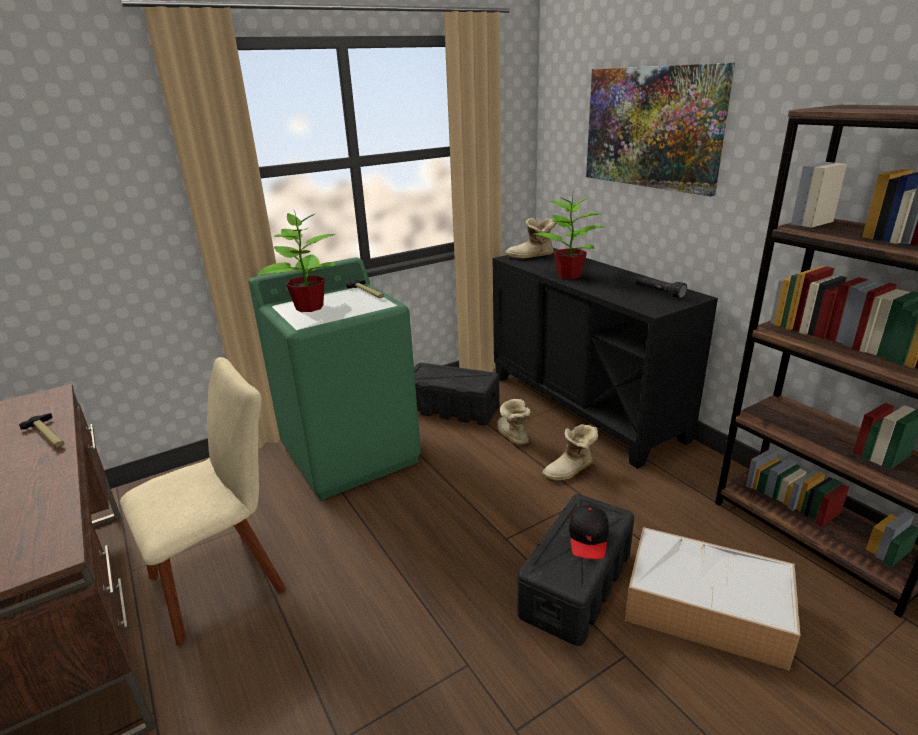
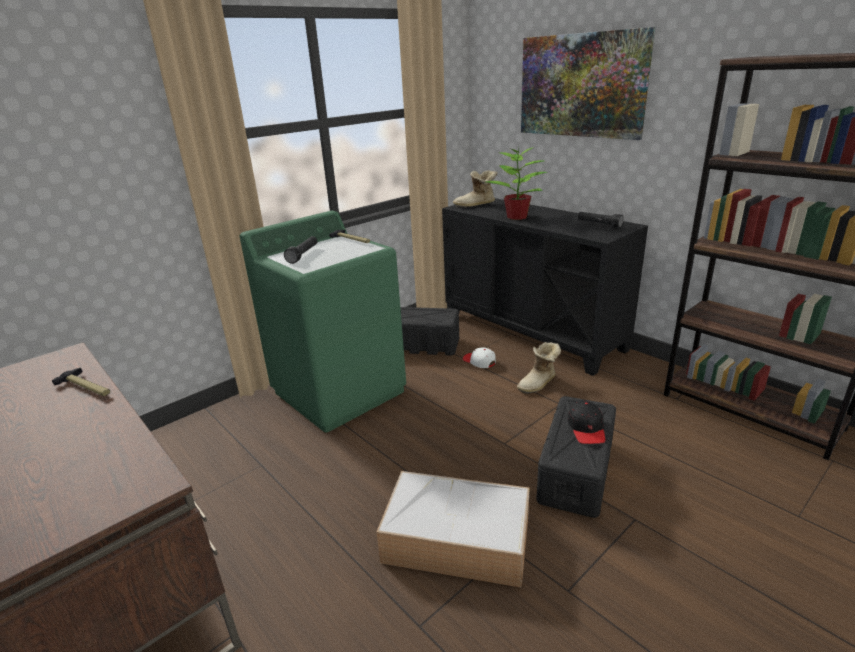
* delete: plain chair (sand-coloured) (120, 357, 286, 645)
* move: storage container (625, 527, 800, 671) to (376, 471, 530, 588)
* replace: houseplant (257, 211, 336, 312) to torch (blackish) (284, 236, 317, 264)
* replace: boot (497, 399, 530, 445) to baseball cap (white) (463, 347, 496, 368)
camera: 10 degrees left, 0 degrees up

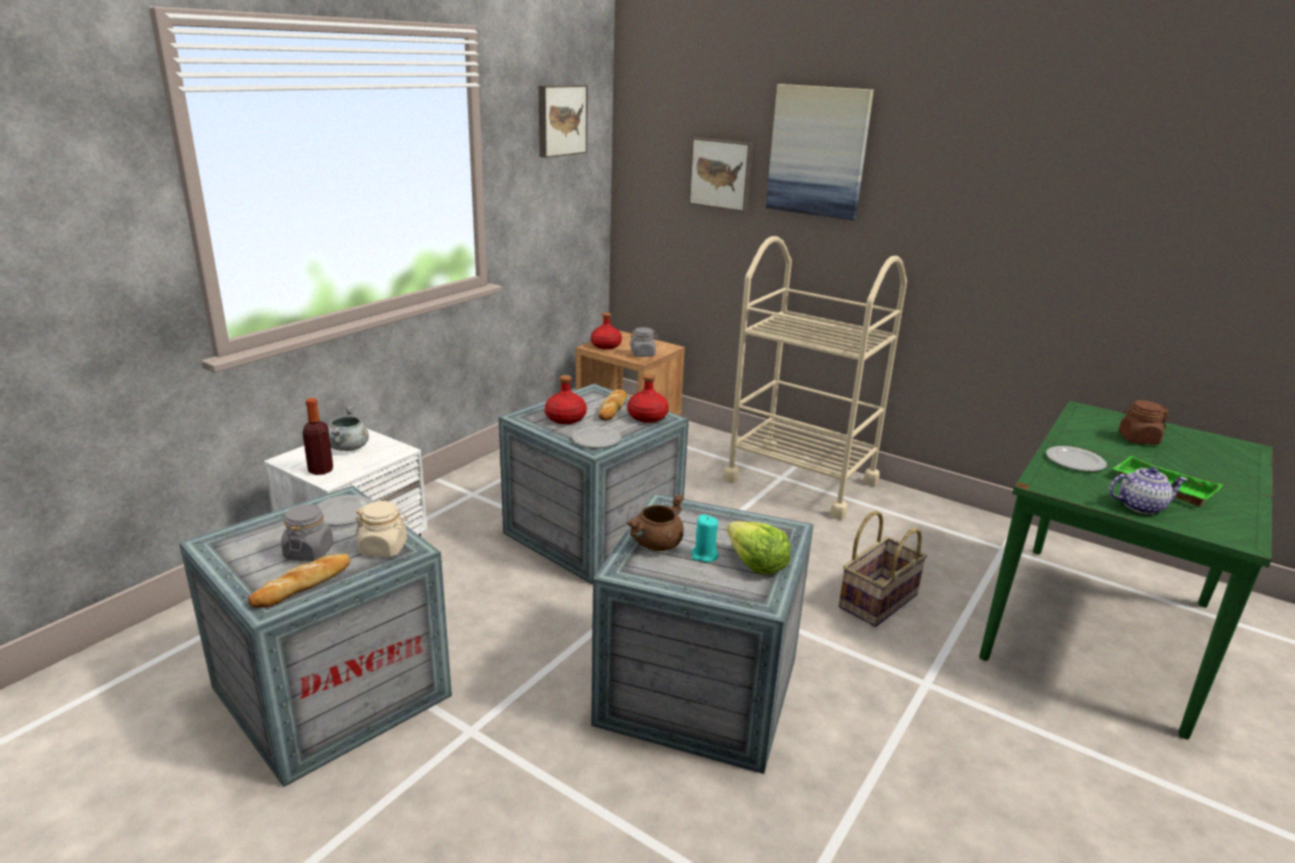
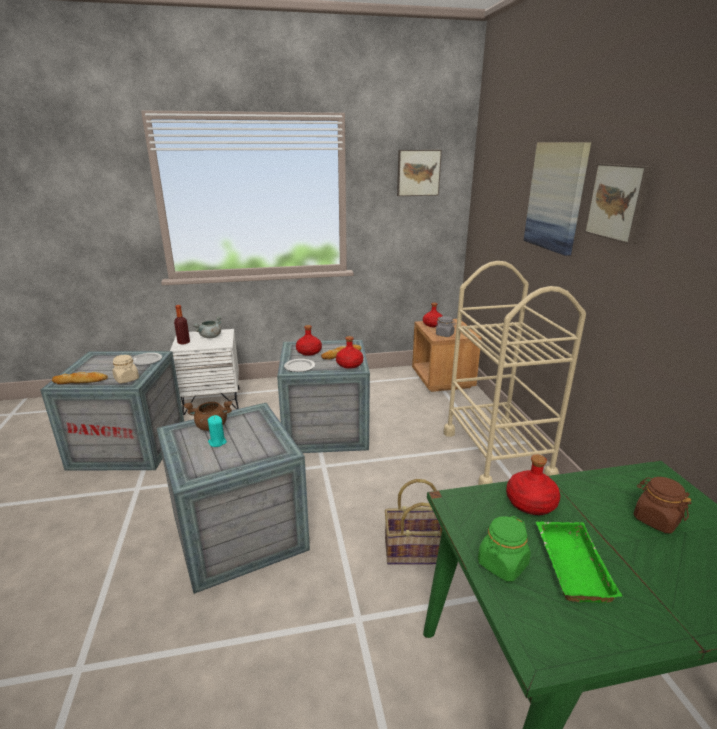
* delete: preserve jar (grey) (281, 504, 334, 561)
* delete: lettuce (726, 521, 791, 574)
* move: picture (689, 137, 753, 212) to (584, 163, 654, 244)
* replace: dinner plate (1046, 446, 1107, 472) to beverage bottle (red) (506, 454, 560, 515)
* replace: teapot (1109, 467, 1188, 514) to preserve jar (green-coloured) (478, 516, 531, 582)
camera: 45 degrees right, 0 degrees up

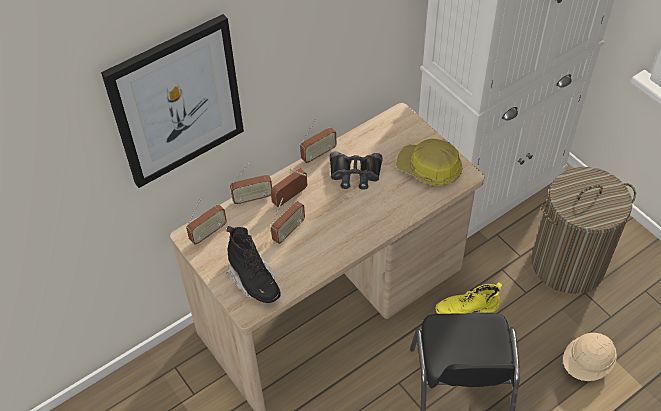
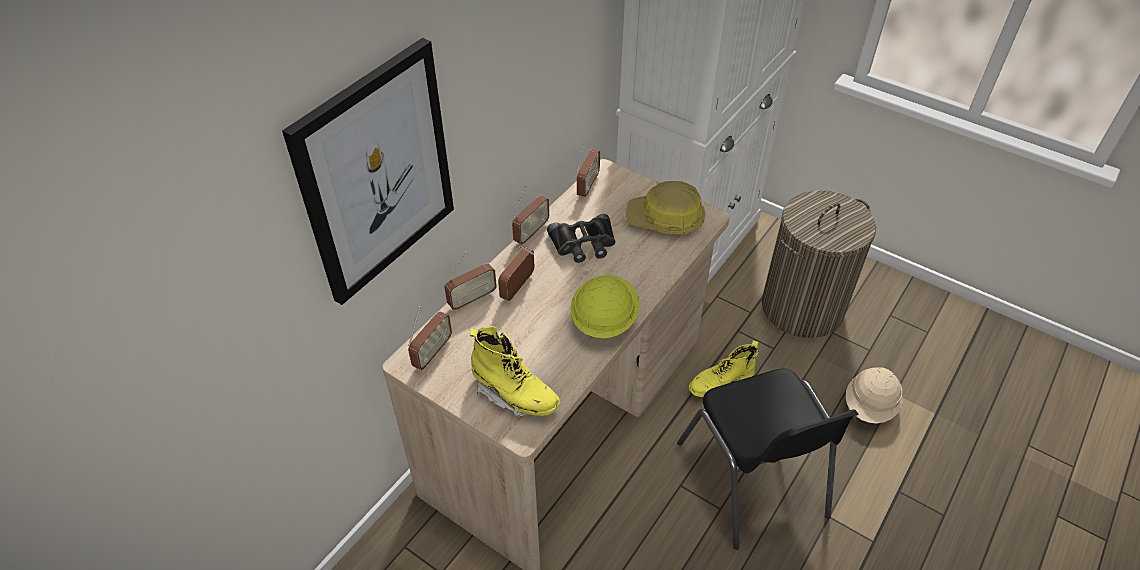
* insert: hard hat (yellowish) (570, 275, 640, 338)
* move: radio (271, 198, 305, 244) to (576, 140, 600, 197)
* recolor: boot (blackish) (226, 226, 281, 303) to boot (yellowish) (470, 326, 560, 417)
camera: 20 degrees left, 5 degrees down

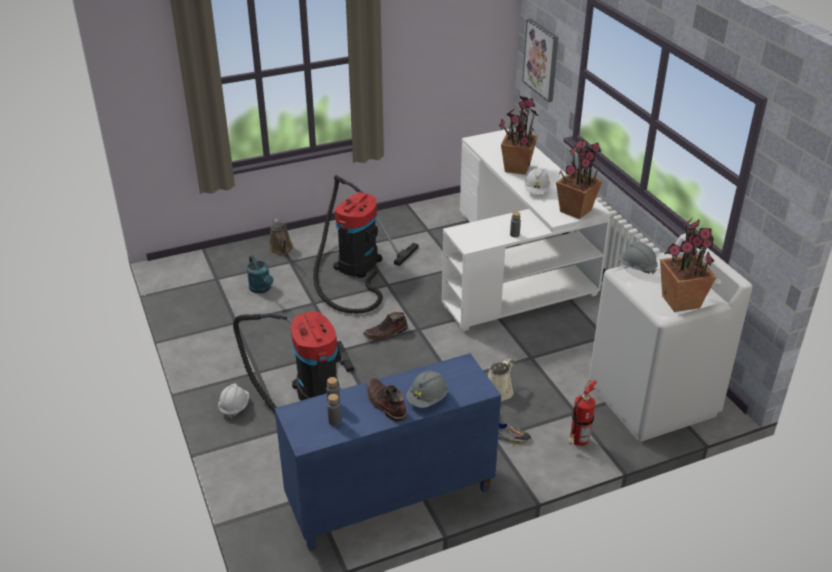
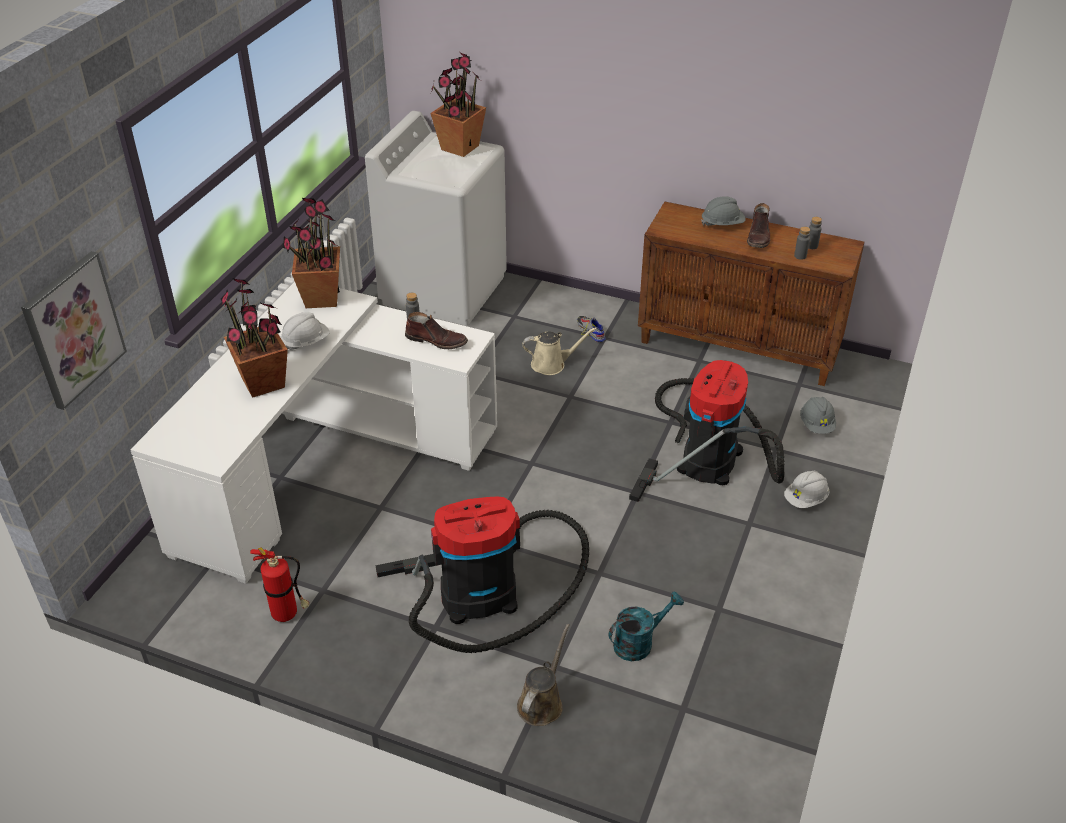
* move: boot (brownish) (363, 312, 408, 340) to (405, 312, 468, 349)
* move: extinguisher (568, 380, 597, 446) to (250, 547, 310, 622)
* move: hard hat (grey) (617, 242, 658, 274) to (800, 397, 836, 434)
* recolor: cupboard (blue) (274, 353, 501, 551) to cupboard (brownish) (638, 202, 864, 386)
* rotate: watering pot (turquoise-coloured) (247, 255, 273, 293) = (608, 592, 684, 661) 45 degrees clockwise
camera: 135 degrees left, 5 degrees up

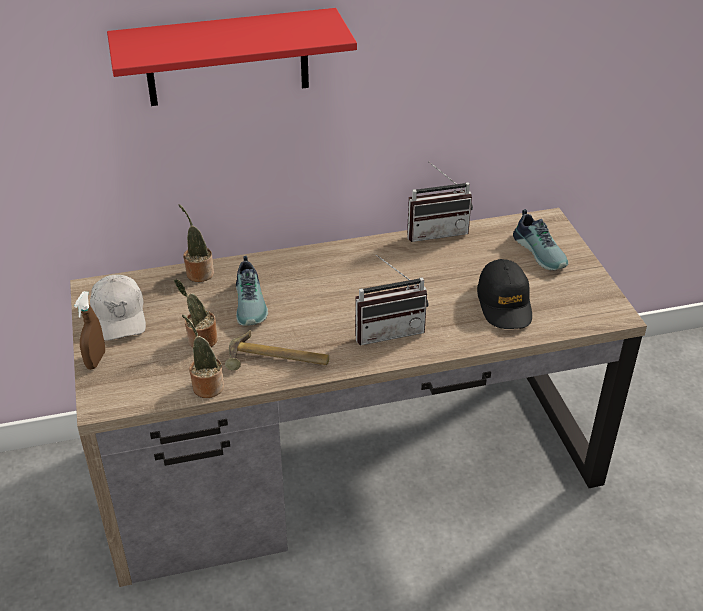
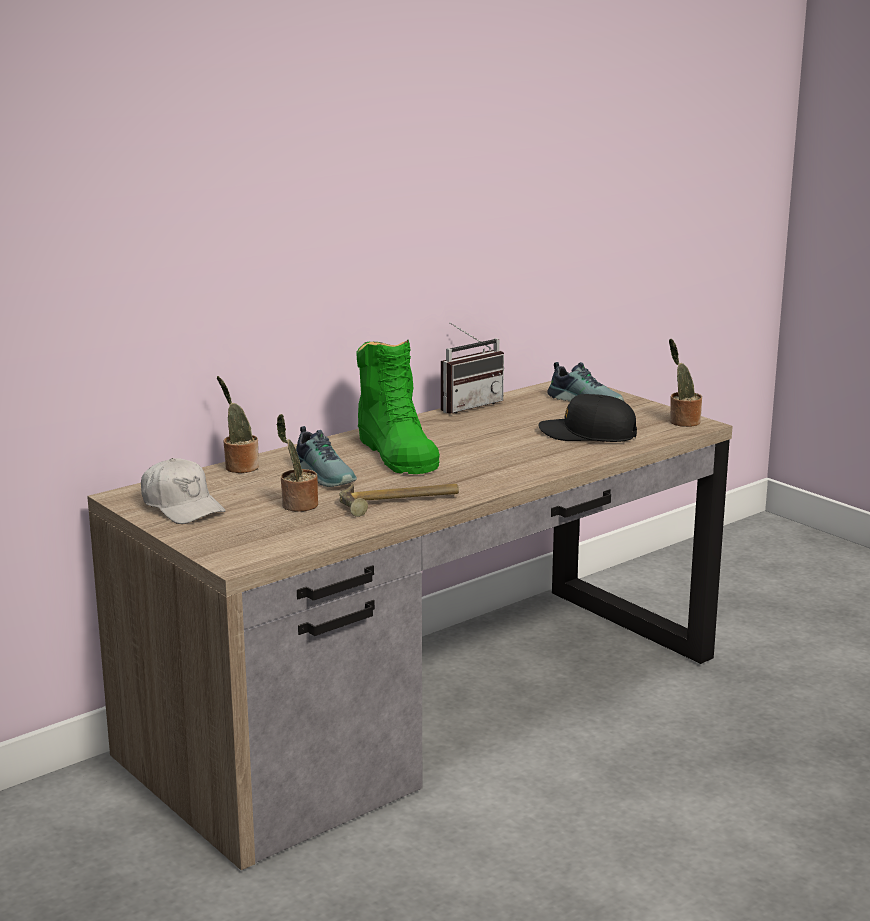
* delete: hand sprayer (brownish) (74, 291, 105, 370)
* delete: wall shelf (red) (107, 8, 357, 106)
* delete: radio (355, 255, 428, 345)
* insert: boot (green-coloured) (356, 340, 440, 474)
* move: houseplant (182, 314, 224, 398) to (669, 339, 702, 427)
* rotate: baseball cap (blackish) (477, 259, 532, 329) = (539, 394, 637, 442) 135 degrees clockwise
camera: 25 degrees left, 20 degrees down

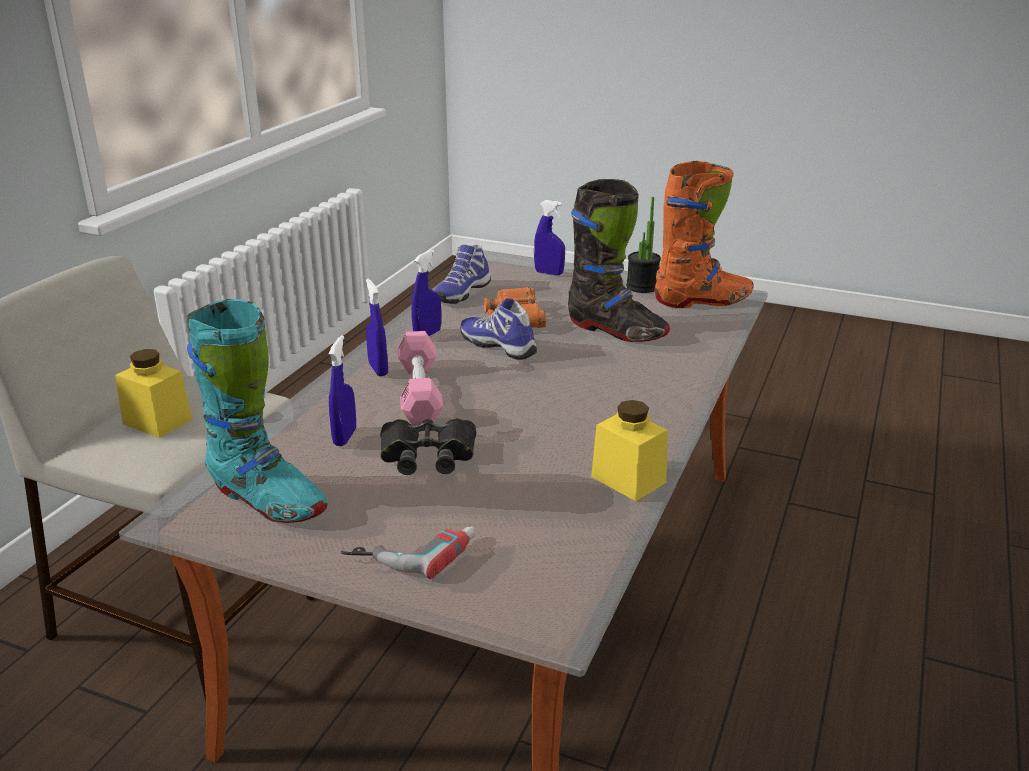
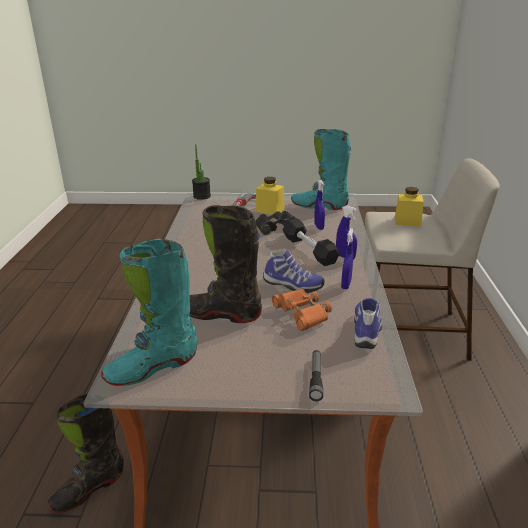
* insert: boot (blackish) (47, 393, 124, 513)
* move: preserve jar (yellowish) (591, 400, 668, 501) to (255, 177, 284, 215)
* move: houseplant (626, 197, 661, 293) to (192, 144, 211, 200)
* replace: hand sprayer (blue) (534, 200, 565, 275) to torch (309, 350, 323, 401)
* recolor: free weight (pinkish) (398, 331, 443, 426) to free weight (blackish) (283, 218, 339, 266)
* recolor: boot (orange) (655, 161, 754, 308) to boot (turquoise-coloured) (101, 239, 198, 386)
camera: 160 degrees right, 0 degrees up

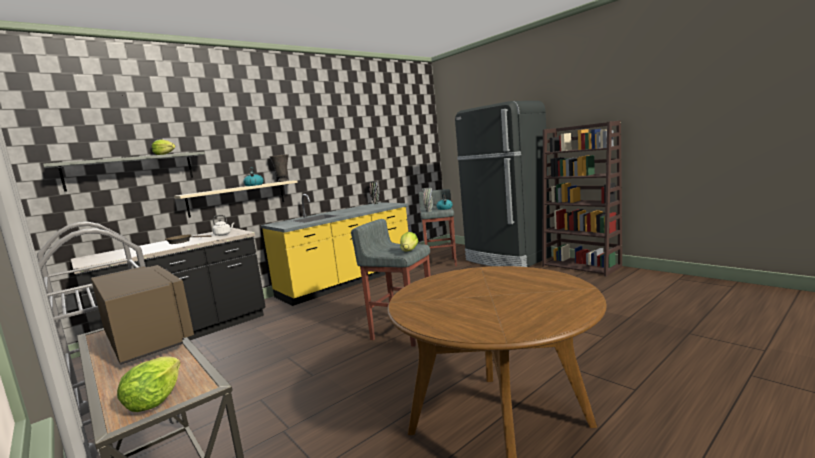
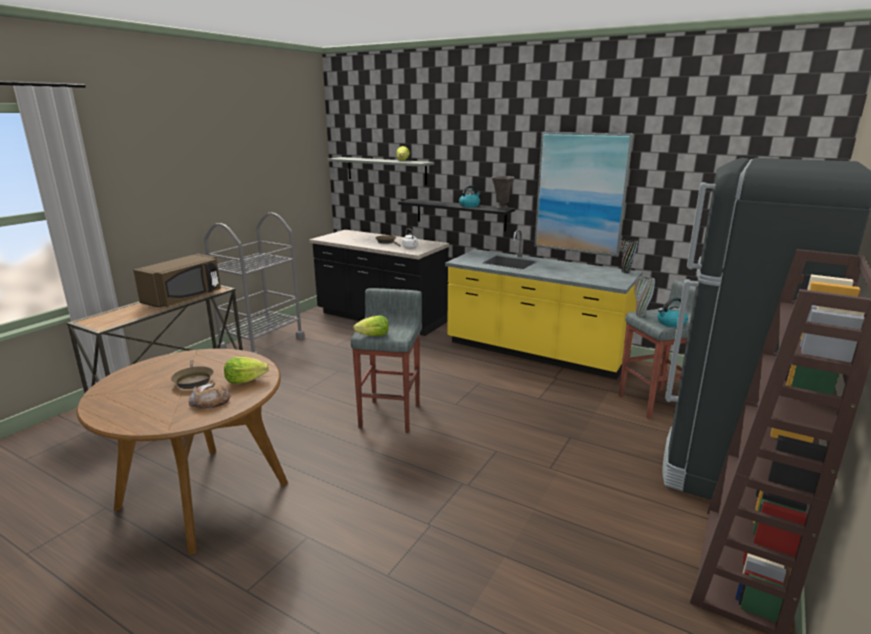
* insert: pan (brownish) (171, 360, 213, 389)
* insert: baked bread (189, 382, 232, 410)
* insert: picture (534, 132, 633, 257)
* move: lettuce (117, 356, 180, 412) to (224, 357, 269, 384)
* recolor: wall shelf (sand-coloured) (174, 180, 298, 218) to wall shelf (blackish) (398, 199, 516, 232)
camera: 70 degrees right, 10 degrees up

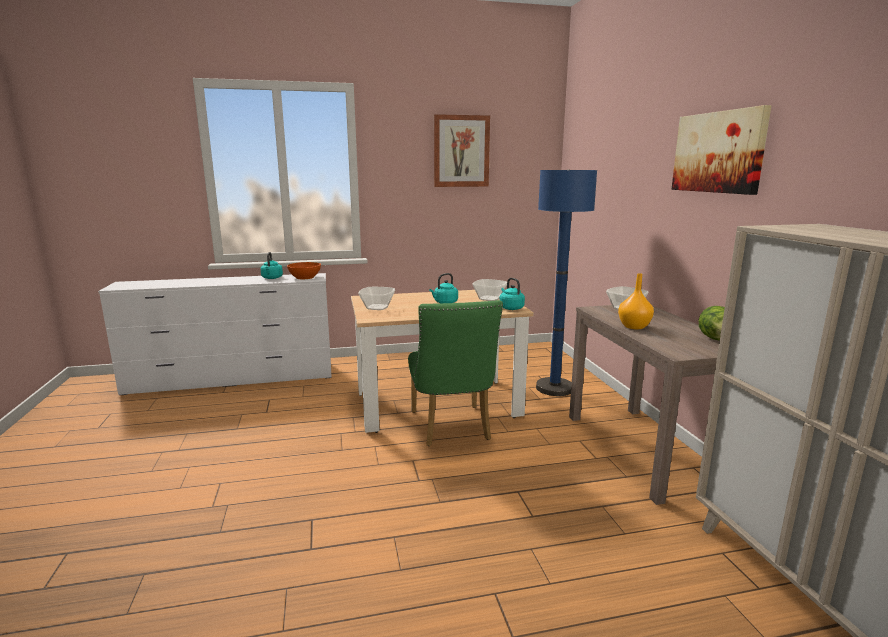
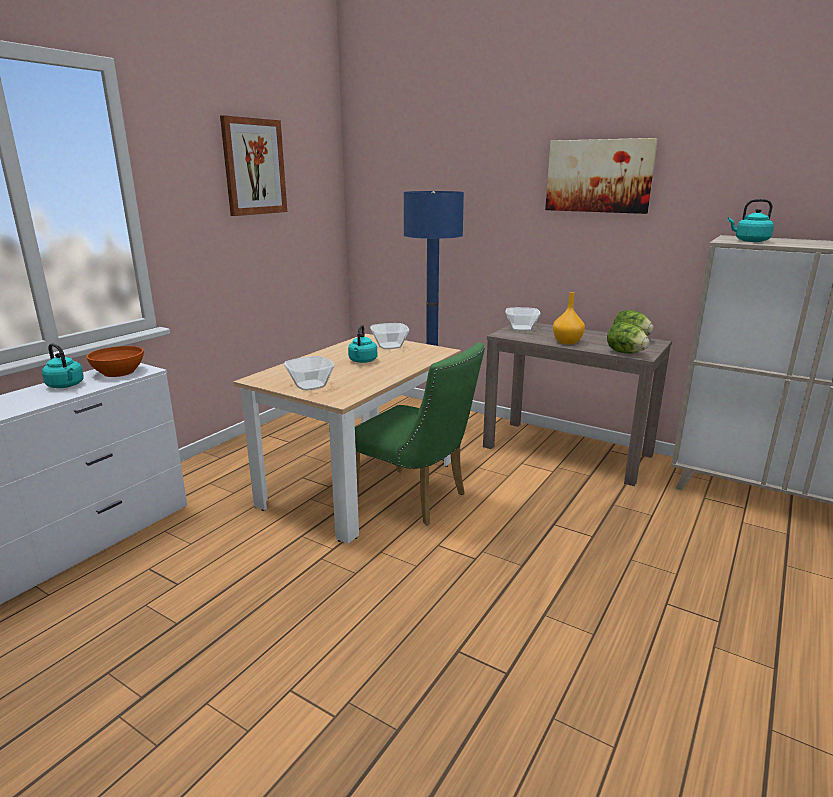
* insert: lettuce (607, 322, 650, 354)
* move: water kettle (turquoise-coloured) (499, 278, 525, 310) to (728, 199, 774, 242)
camera: 45 degrees left, 5 degrees up

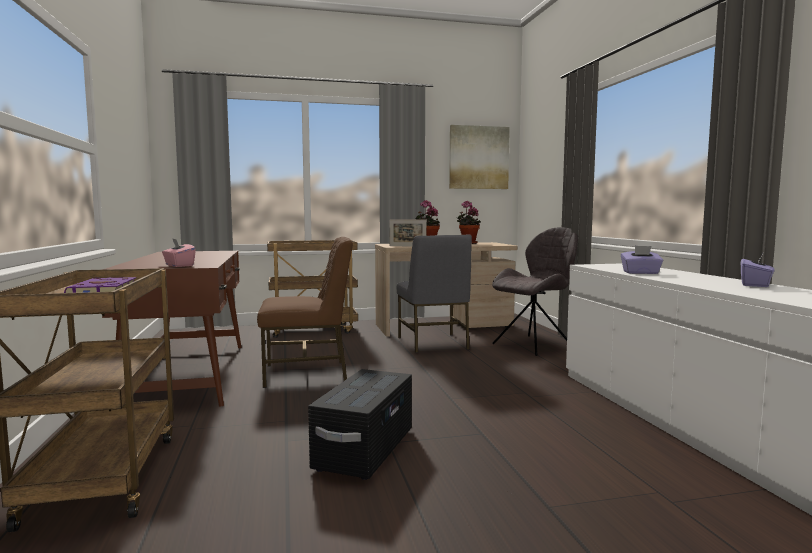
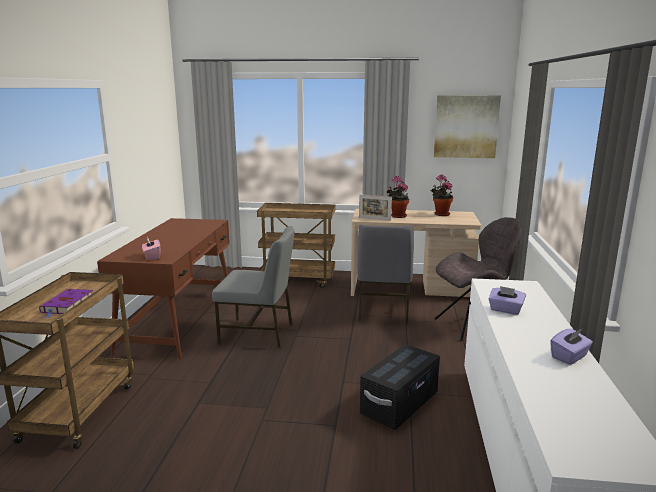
* move: storage container (blackish) (308, 369, 412, 480) to (360, 344, 440, 430)
* recolor: plain chair (brownish) (257, 237, 353, 388) to plain chair (grey) (212, 226, 295, 348)
camera: 20 degrees right, 10 degrees up

